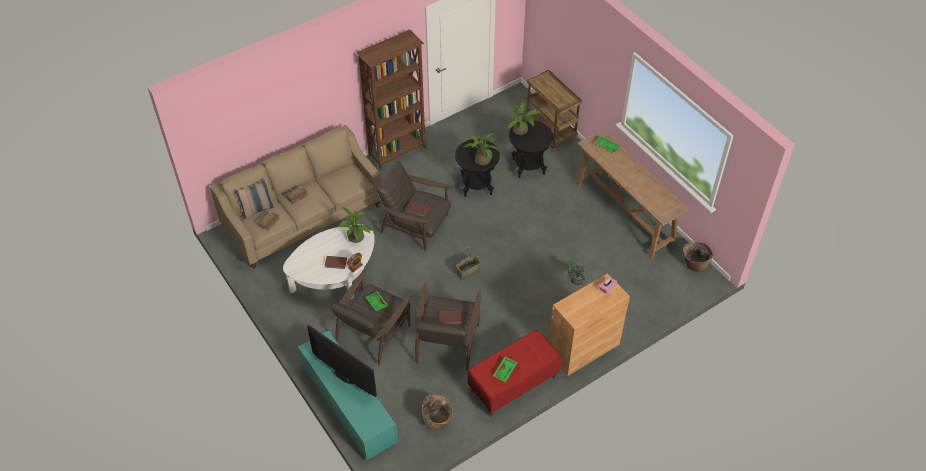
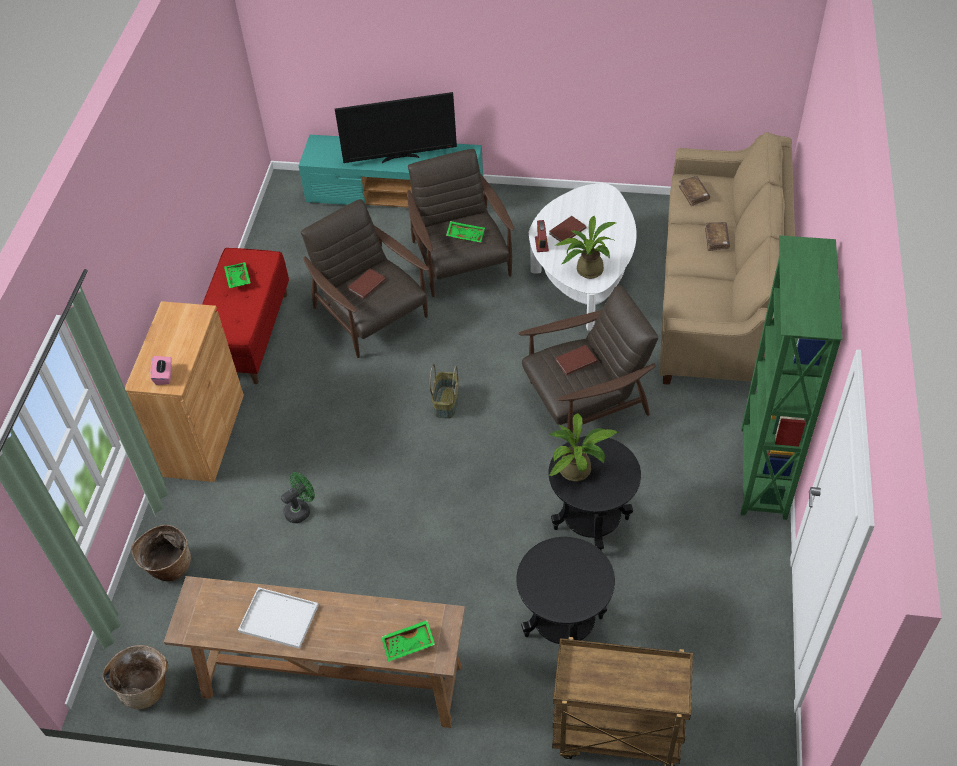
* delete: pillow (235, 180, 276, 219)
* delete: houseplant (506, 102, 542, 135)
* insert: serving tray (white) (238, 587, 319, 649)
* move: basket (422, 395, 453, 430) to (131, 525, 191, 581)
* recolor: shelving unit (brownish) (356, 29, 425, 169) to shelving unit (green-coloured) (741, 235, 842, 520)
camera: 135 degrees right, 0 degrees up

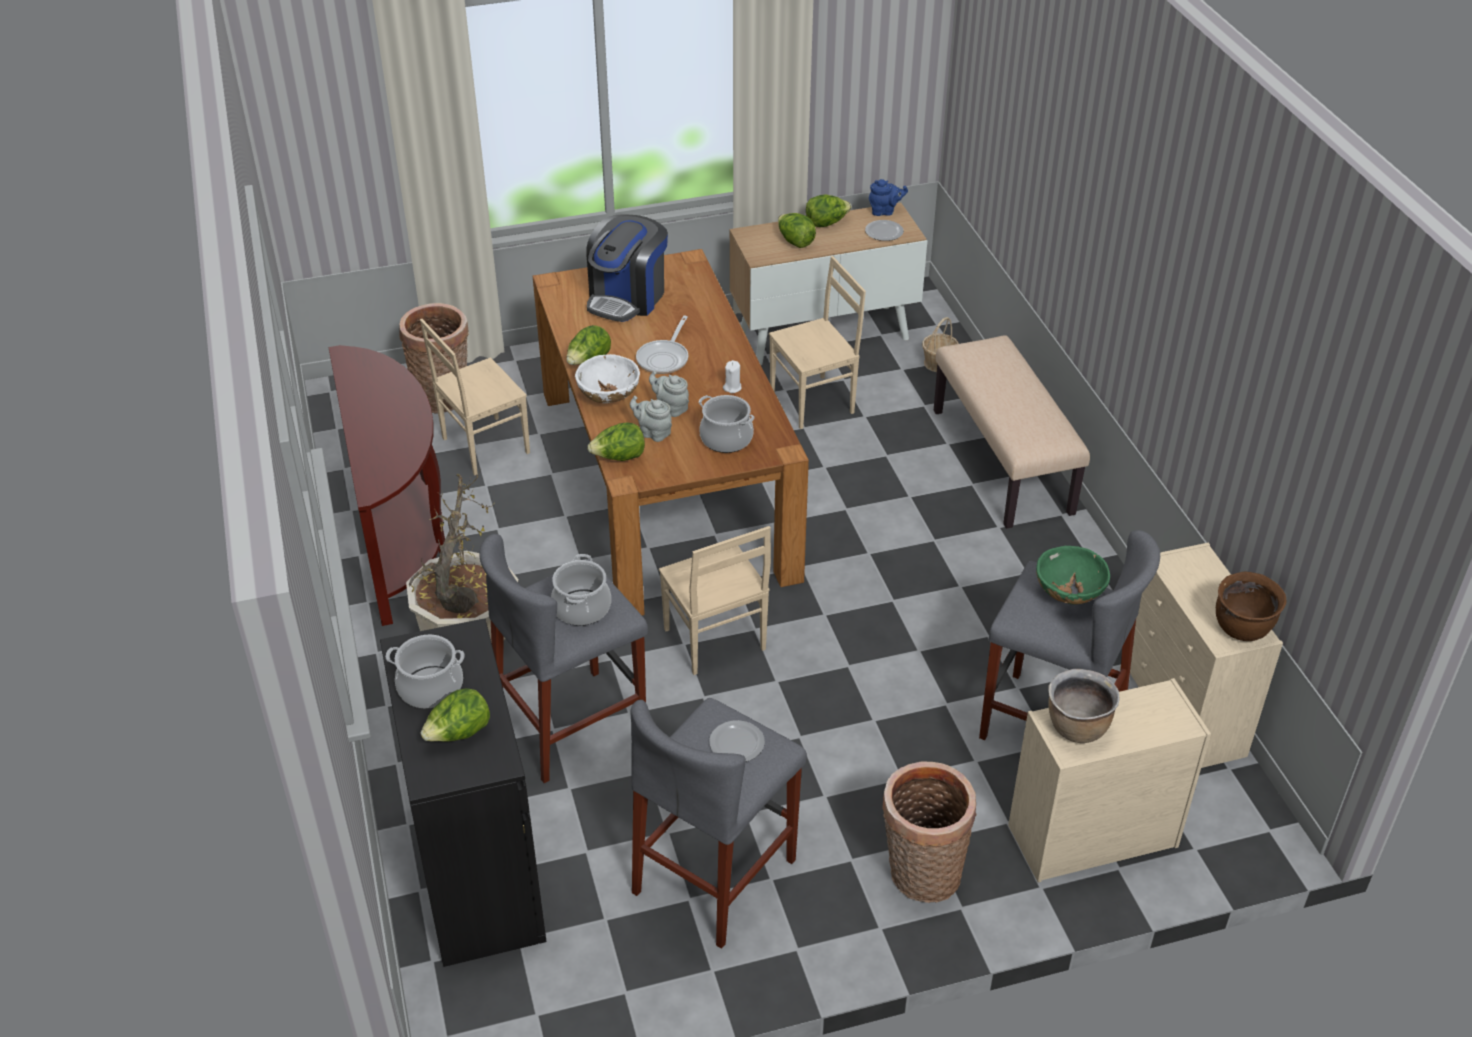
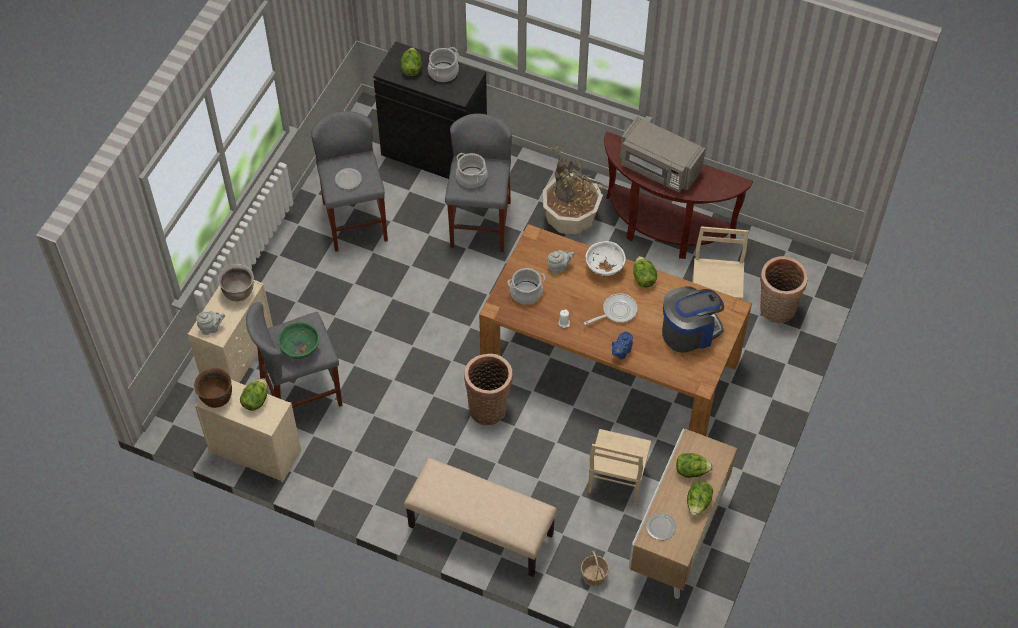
* delete: plain chair (sand-coloured) (659, 526, 771, 675)
* insert: microwave (grey) (620, 117, 705, 192)
* move: lettuce (587, 422, 645, 461) to (240, 379, 267, 411)
* move: teapot (grey) (649, 371, 689, 417) to (196, 311, 225, 335)
* move: teapot (blue) (869, 179, 908, 216) to (612, 332, 633, 359)
* move: basket (882, 762, 977, 903) to (464, 354, 513, 426)
* rotate: coffee machine (586, 214, 668, 322) = (662, 286, 724, 353) 90 degrees clockwise
* rotate: pan (636, 316, 688, 374) = (584, 293, 637, 325) 90 degrees clockwise
camera: 130 degrees right, 15 degrees up

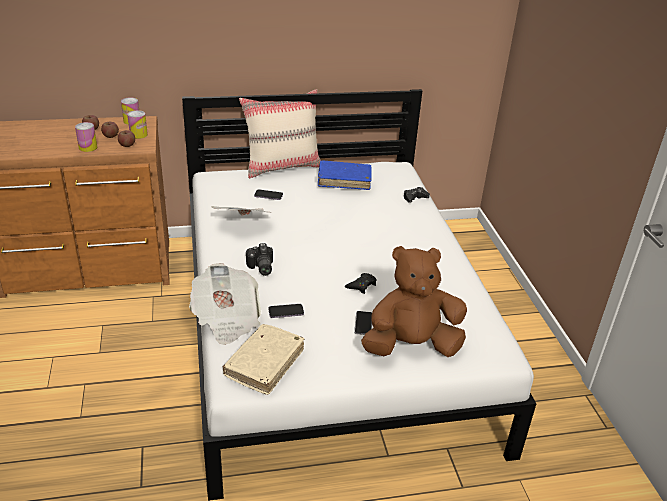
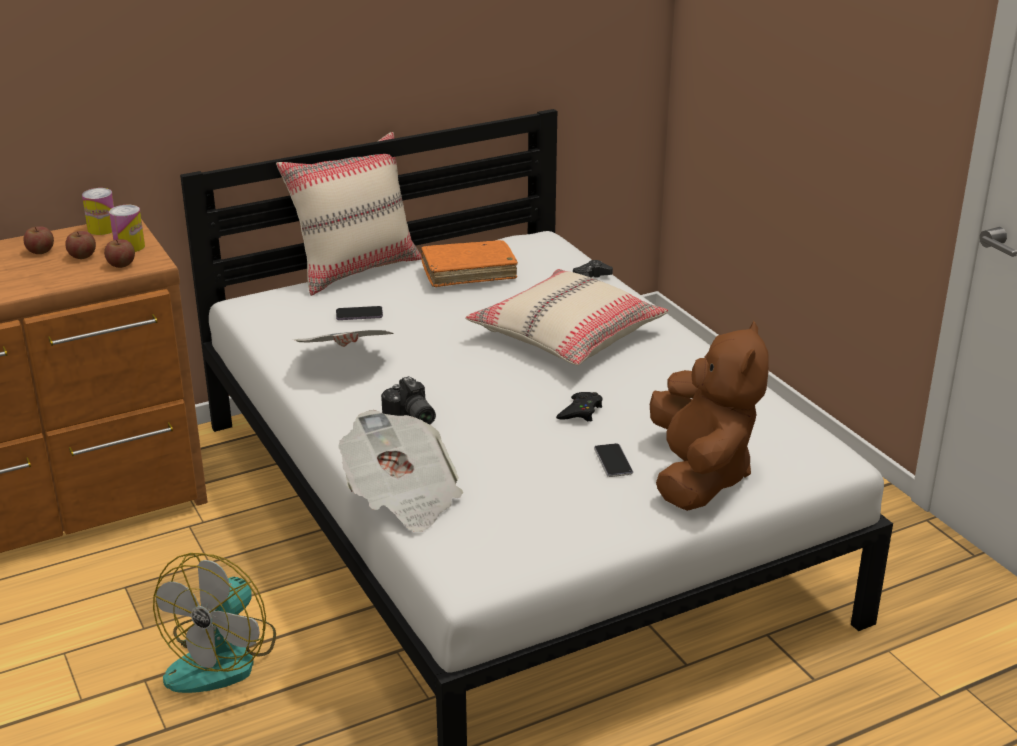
* delete: metal can (75, 122, 97, 152)
* delete: volume (sand-coloured) (223, 324, 304, 395)
* delete: phone (268, 304, 304, 318)
* insert: fan (153, 553, 276, 693)
* insert: pillow (sand-coloured) (465, 269, 669, 365)
* recolor: volume (blue) (318, 161, 372, 190) to volume (orange) (421, 240, 518, 287)
* rotate: plush toy (brownish) (361, 246, 467, 357) = (650, 321, 769, 511) 120 degrees clockwise
camera: 15 degrees left, 5 degrees down

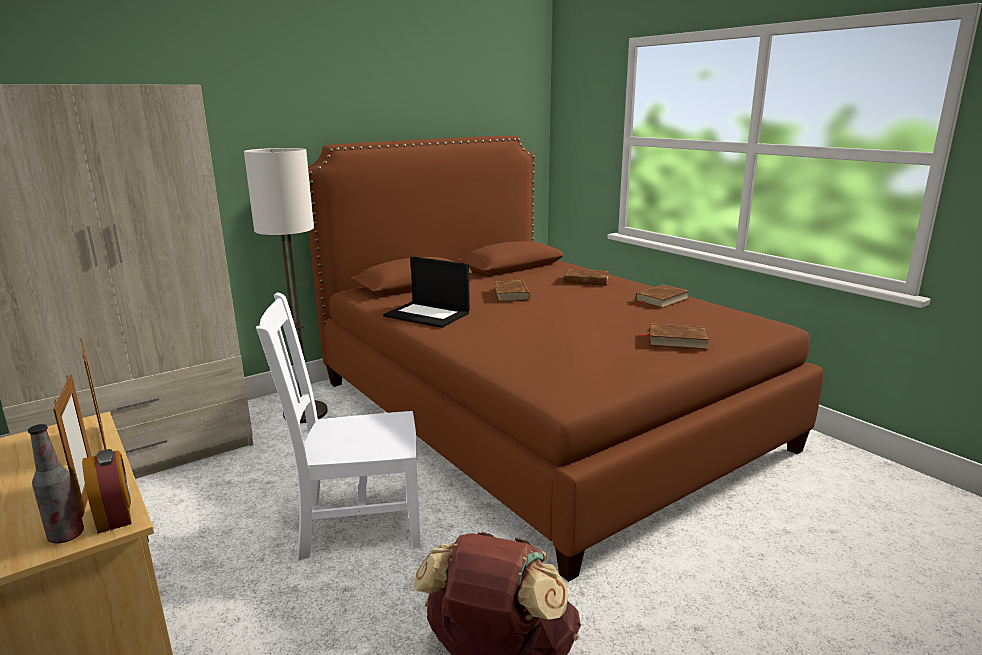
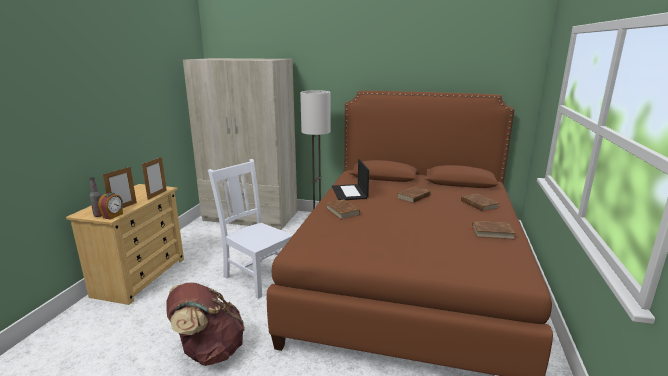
* move: volume (brownish) (639, 324, 710, 350) to (326, 199, 360, 219)
camera: 50 degrees right, 0 degrees up

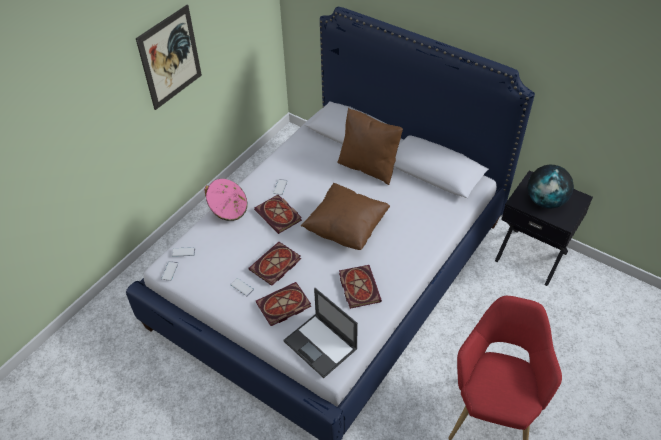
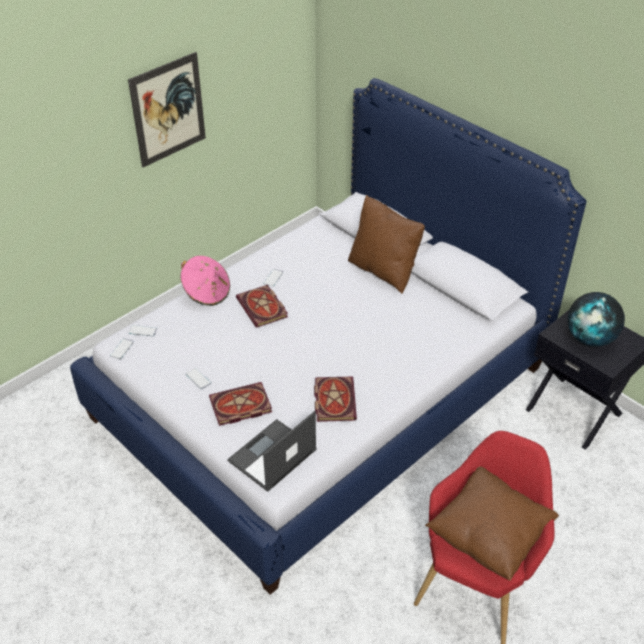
* delete: volume (249, 242, 301, 286)
* move: pillow (brownish) (301, 183, 390, 250) to (425, 467, 559, 581)
* rotate: notebook computer (283, 288, 358, 378) = (227, 411, 317, 492) 75 degrees clockwise
camera: 10 degrees right, 5 degrees down

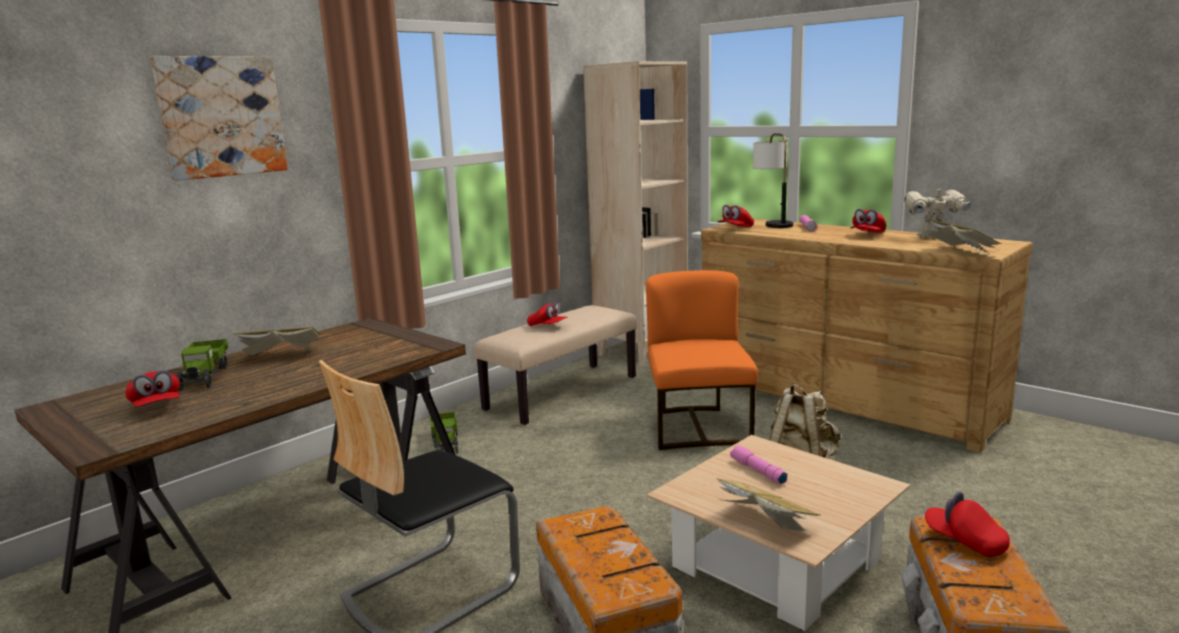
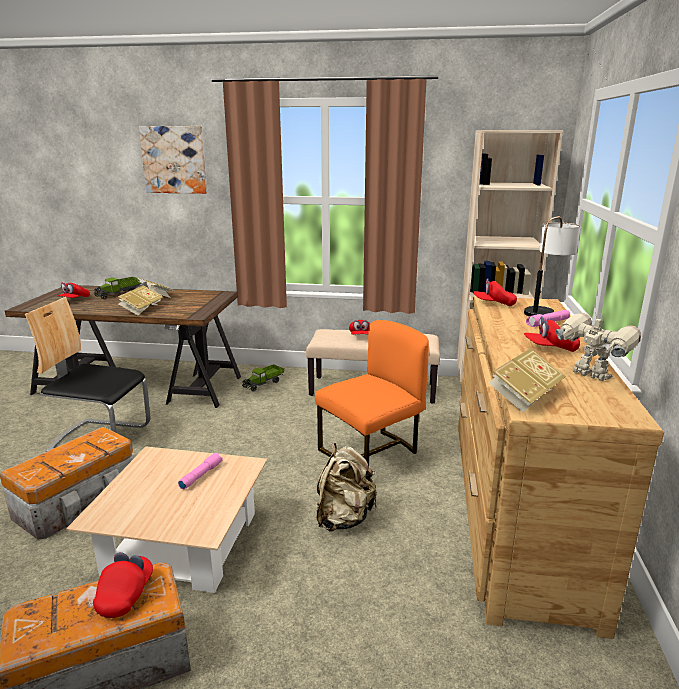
* move: volume (716, 478, 821, 531) to (118, 285, 163, 315)
camera: 55 degrees right, 5 degrees up

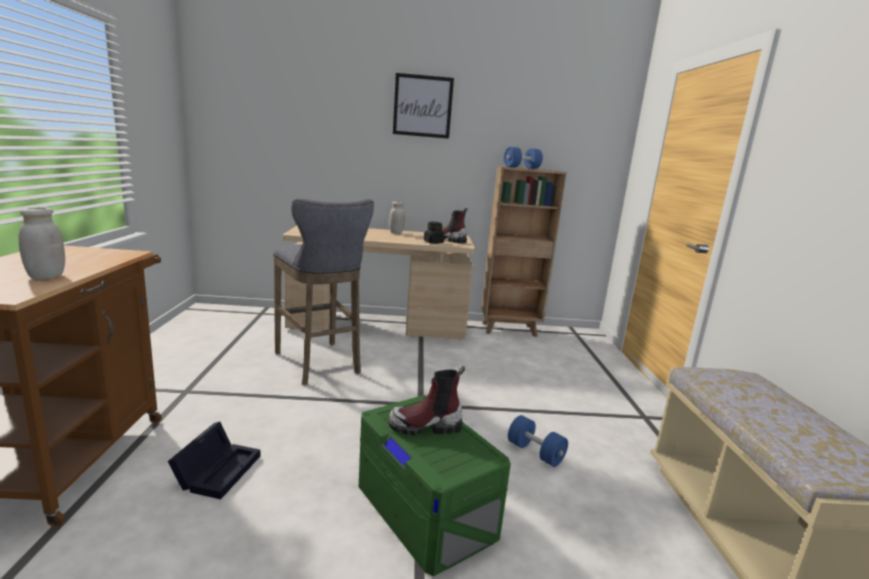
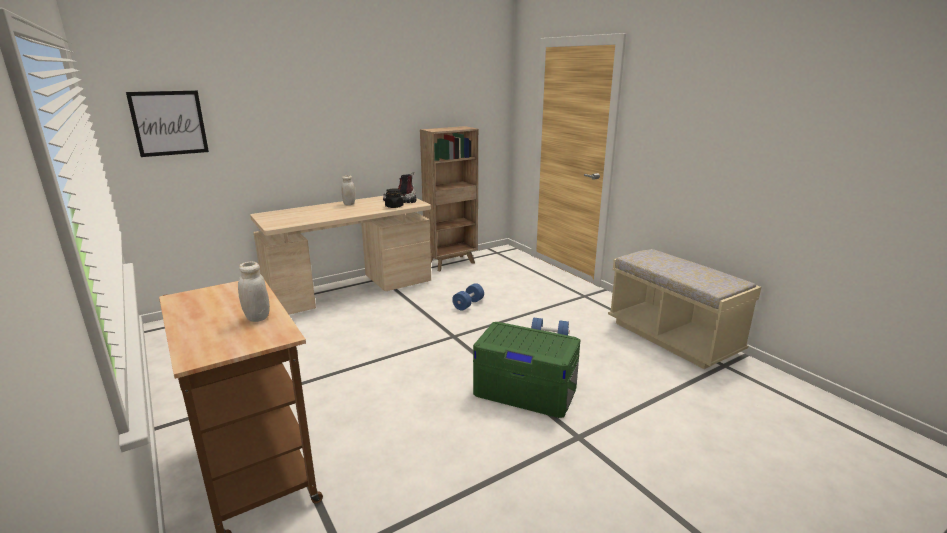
* delete: storage container (blackish) (168, 422, 261, 499)
* delete: sitting stool (grey) (273, 198, 374, 385)
* delete: boot (388, 366, 465, 435)
* move: picture (393, 73, 454, 139) to (126, 90, 209, 157)
* move: free weight (blue) (504, 147, 543, 169) to (452, 283, 484, 311)
camera: 30 degrees left, 5 degrees up

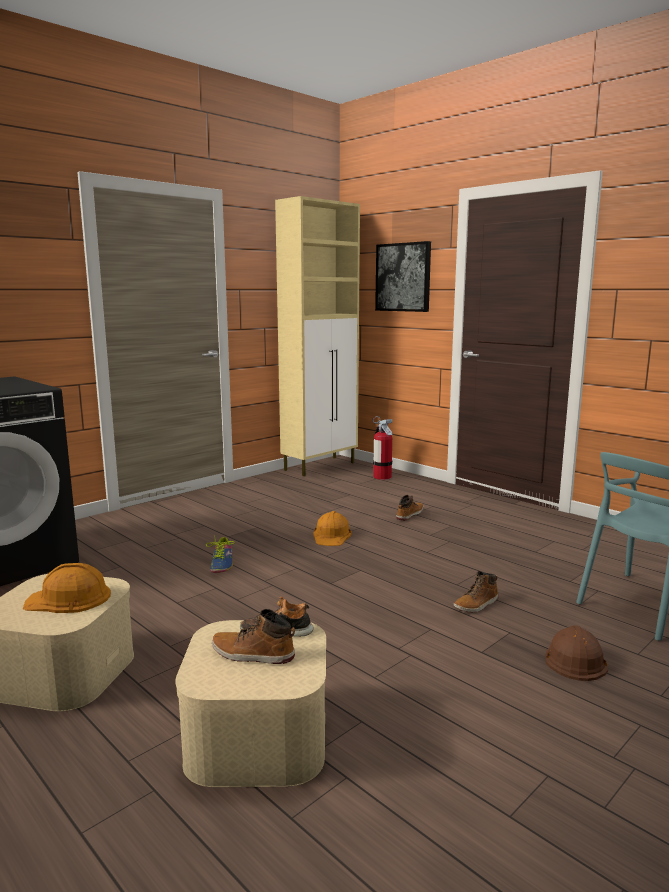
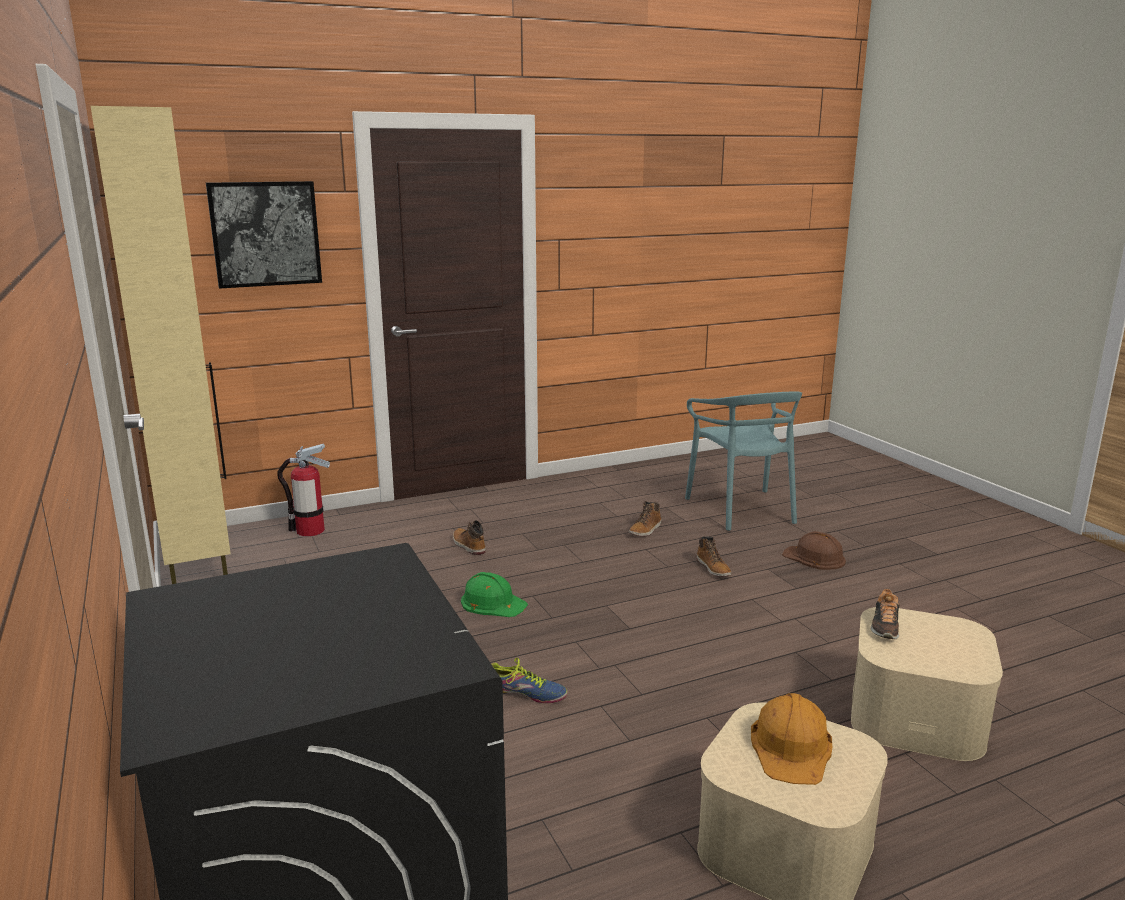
* move: boot (212, 609, 295, 664) to (629, 501, 662, 537)
* recolor: hard hat (orange) (313, 511, 352, 546) to hard hat (green-coloured) (461, 572, 528, 617)
camera: 70 degrees left, 5 degrees up

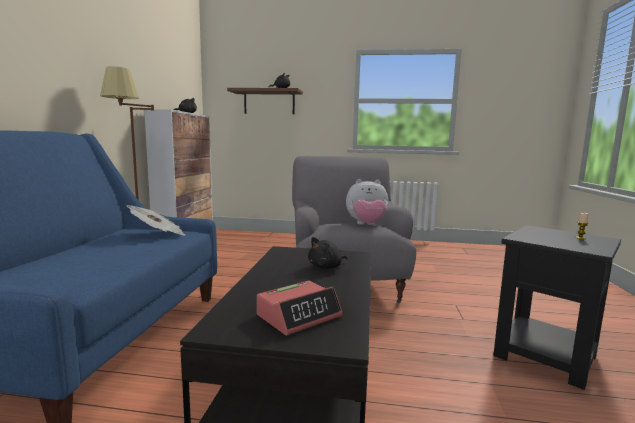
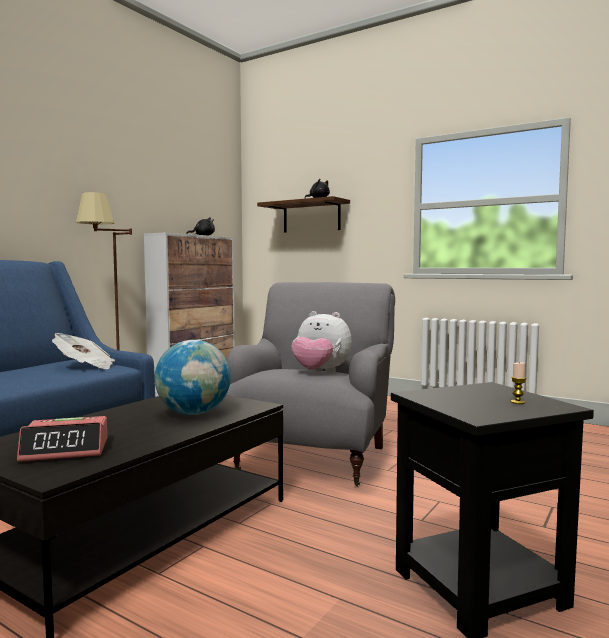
* replace: plush toy (blackish) (308, 237, 347, 269) to desk globe (155, 340, 231, 415)
camera: 25 degrees right, 5 degrees down

